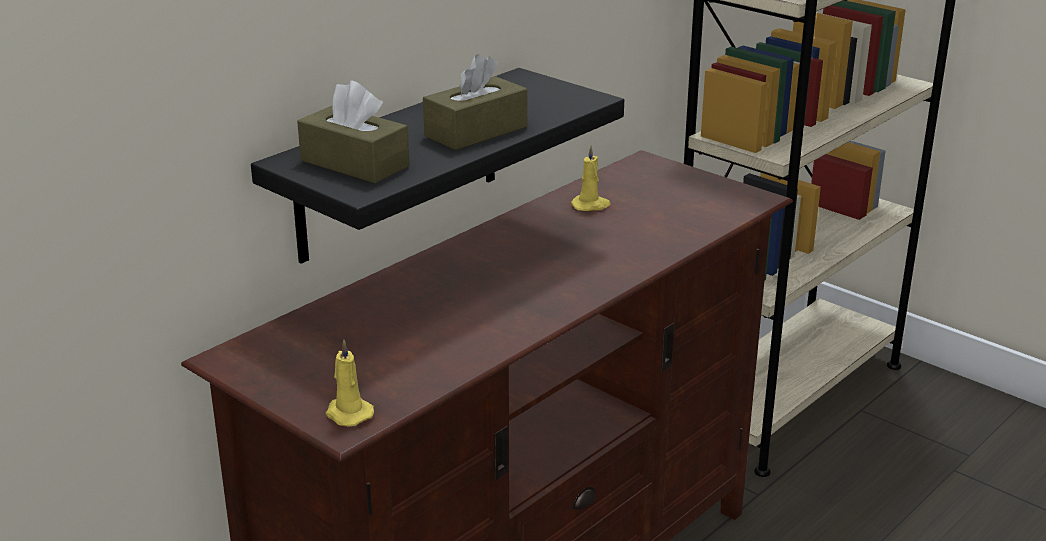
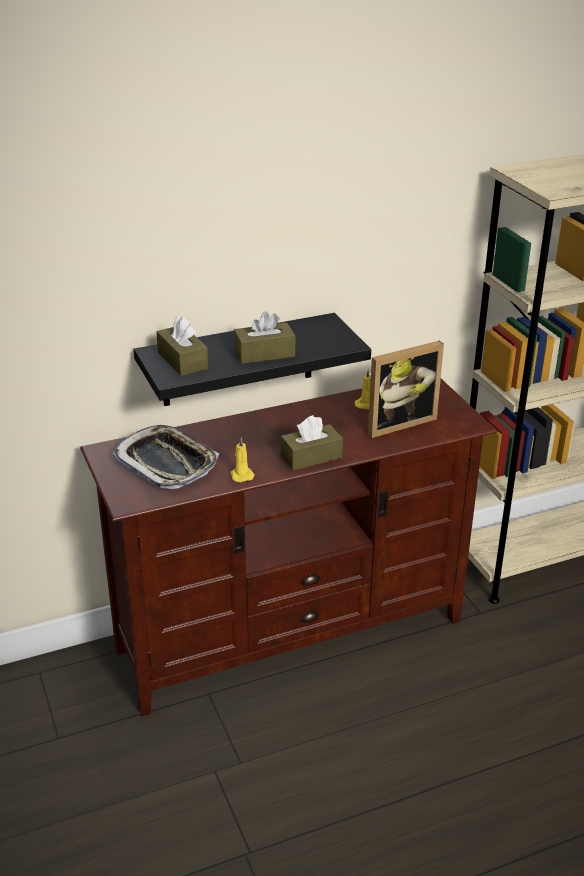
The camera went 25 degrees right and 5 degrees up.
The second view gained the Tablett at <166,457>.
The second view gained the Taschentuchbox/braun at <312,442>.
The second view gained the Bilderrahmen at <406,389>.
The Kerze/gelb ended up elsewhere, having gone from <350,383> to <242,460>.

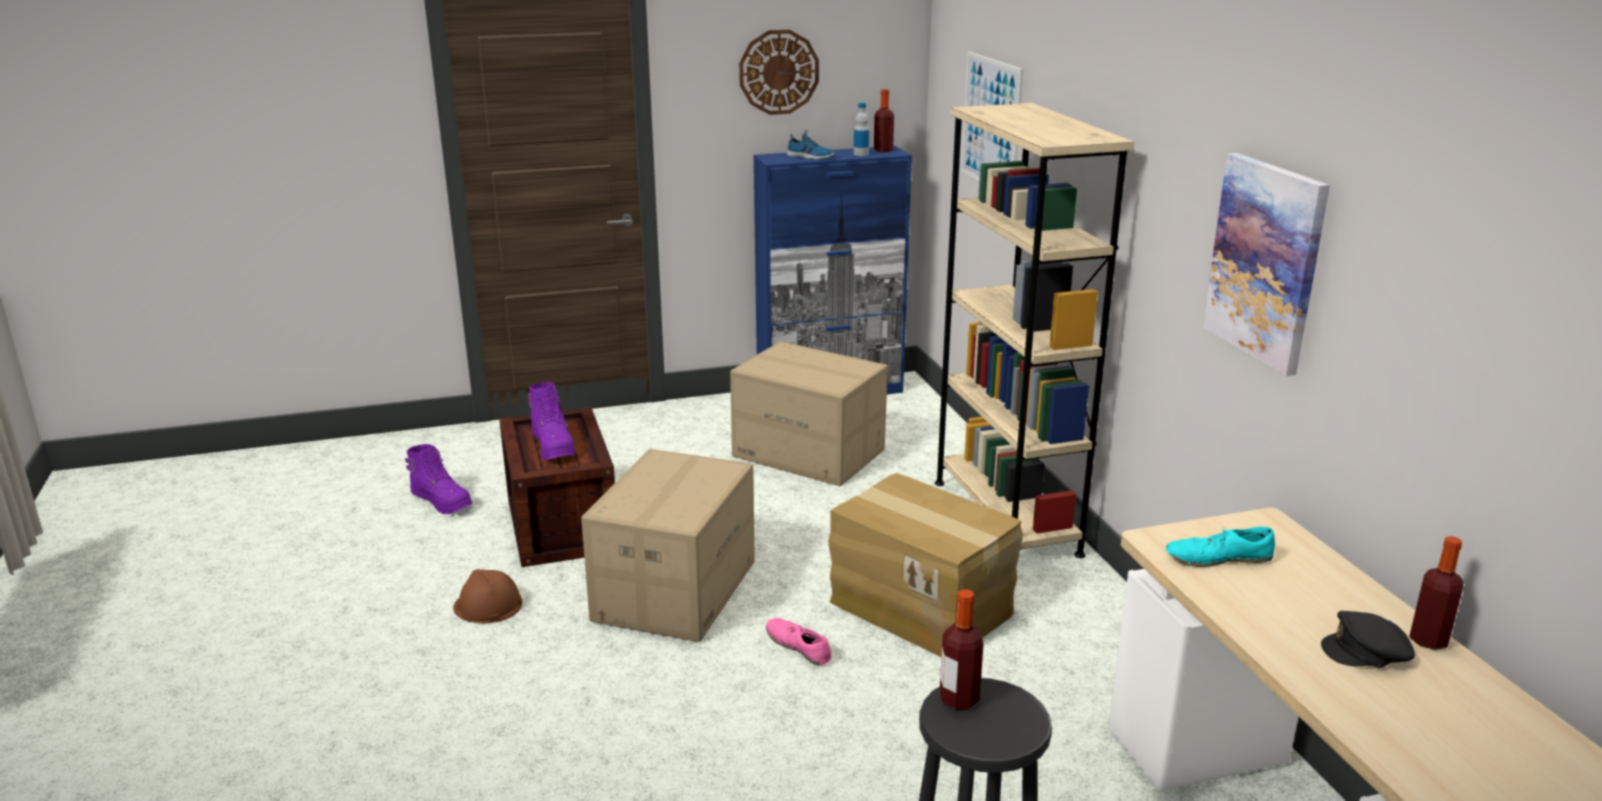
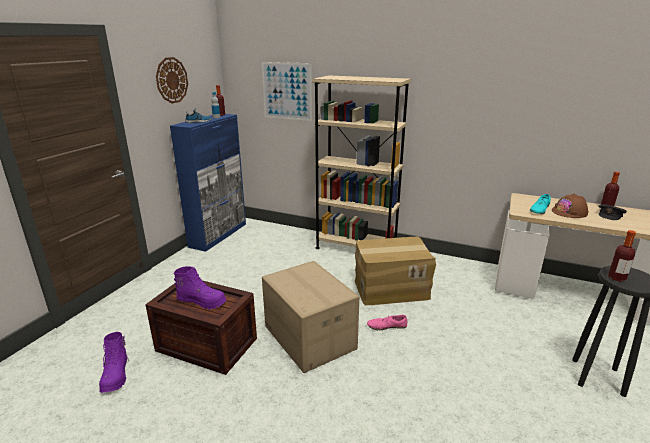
The camera went 50 degrees left and 0 degrees up.
The second view lost the Karton at <809,413>.
The second view lost the Bild at <1266,264>.
The Schutzhelm/braun ended up elsewhere, having gone from <487,596> to <570,206>.
The Stiefel/lila at <439,479> ended up facing another way, 90 degrees clockwise from before.

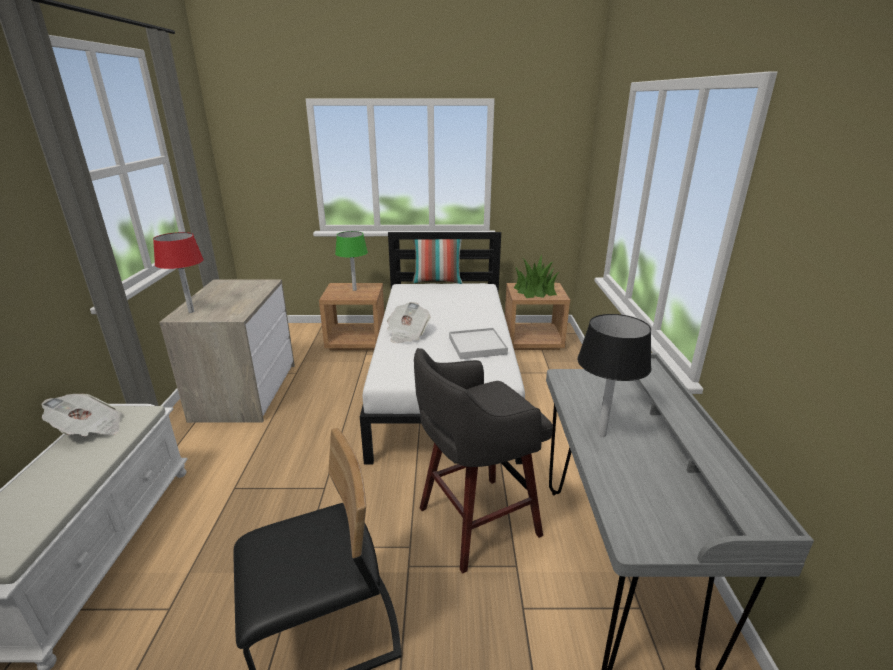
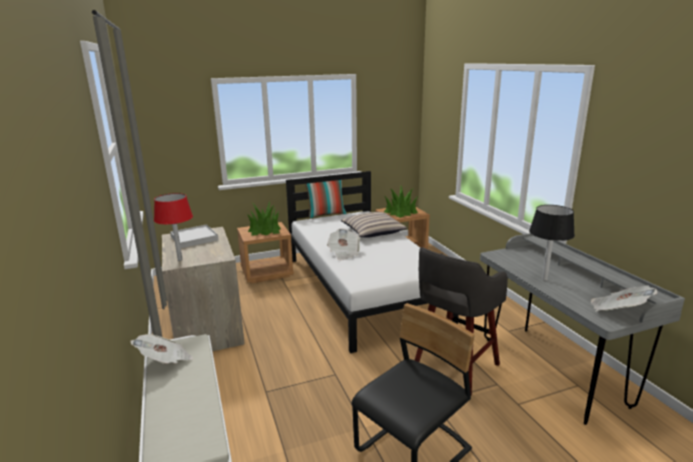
The camera went 20 degrees left and 5 degrees down.
The second view gained the Kissen at <374,225>.
The second view gained the Zeitung at <624,298>.
The Tablett/weiß ended up elsewhere, having gone from <478,343> to <194,236>.
Where the Tischlampe/grün stood at <351,261>, the Topfpflanze came to stand at <264,218>.

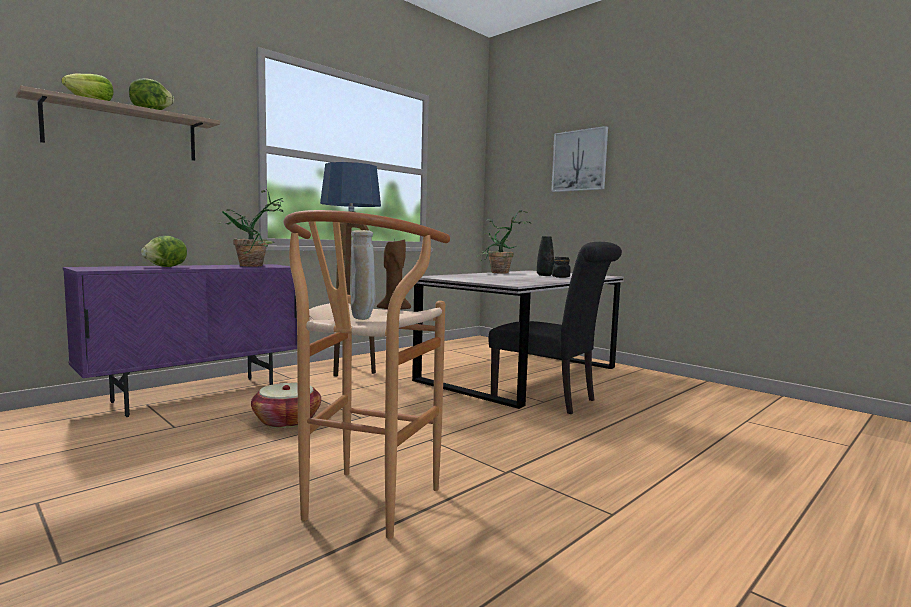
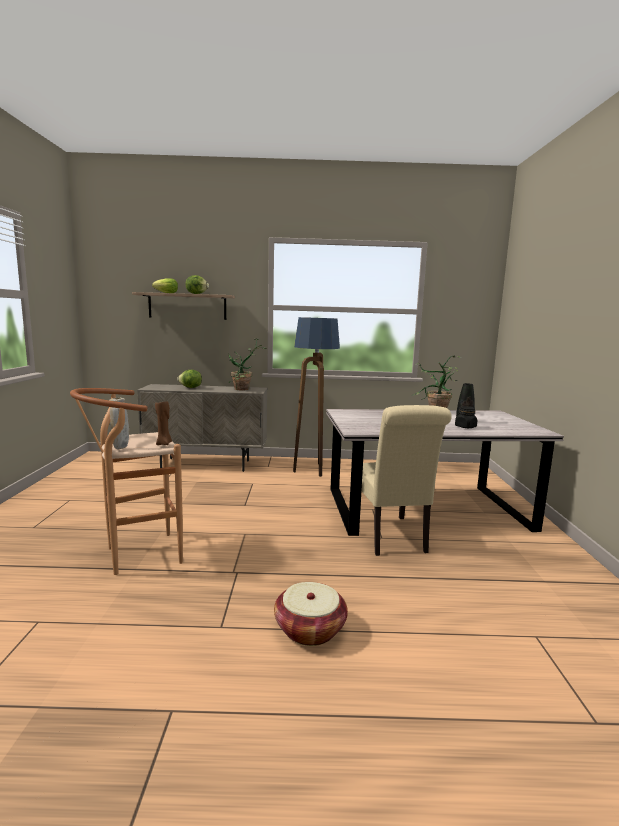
The camera went 45 degrees right and 5 degrees up.
The second view lost the Bild at <579,159>.
The Korb ended up elsewhere, having gone from <286,405> to <311,614>.
What was the Schrank/lila at <180,340> turned into the Schrank/beige at <202,428>.
What was the Stuhl/schwarz at <555,328> turned into the Stuhl/beige at <407,480>.

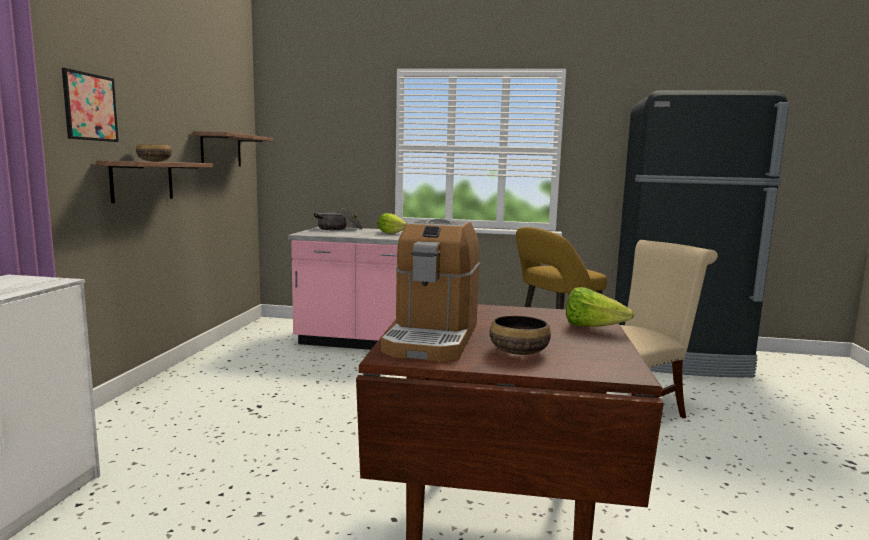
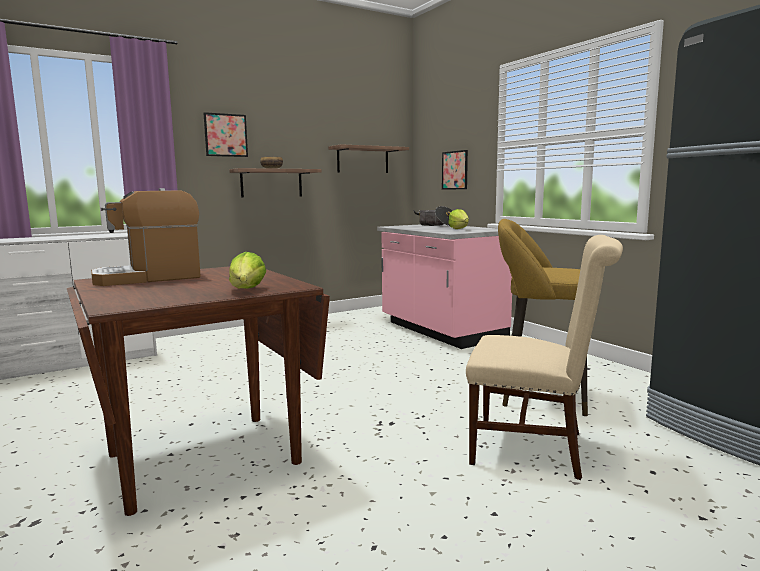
The camera went 50 degrees right and 0 degrees up.
The second view lost the Schüssel at <520,335>.
The second view gained the Bild at <455,170>.

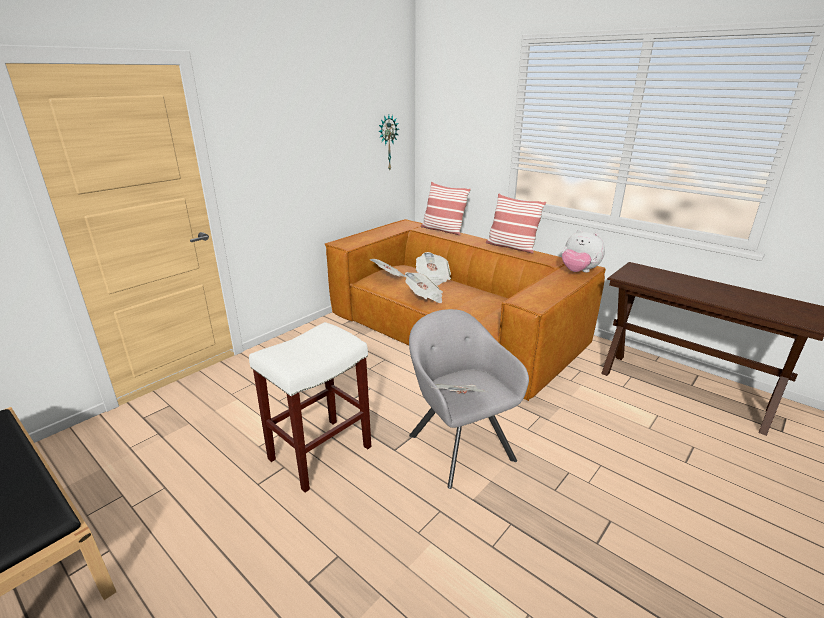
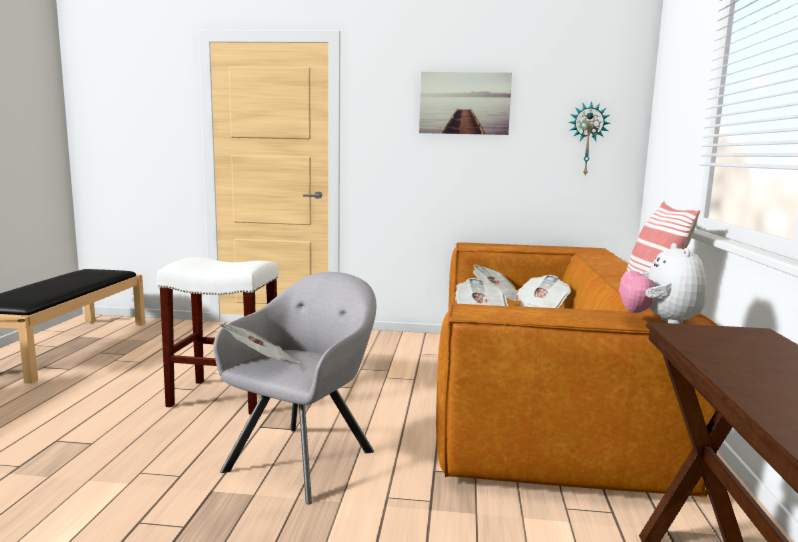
The camera went 55 degrees right and 15 degrees down.
The second view lost the Kissen at <446,208>.
The second view gained the Bild at <465,103>.

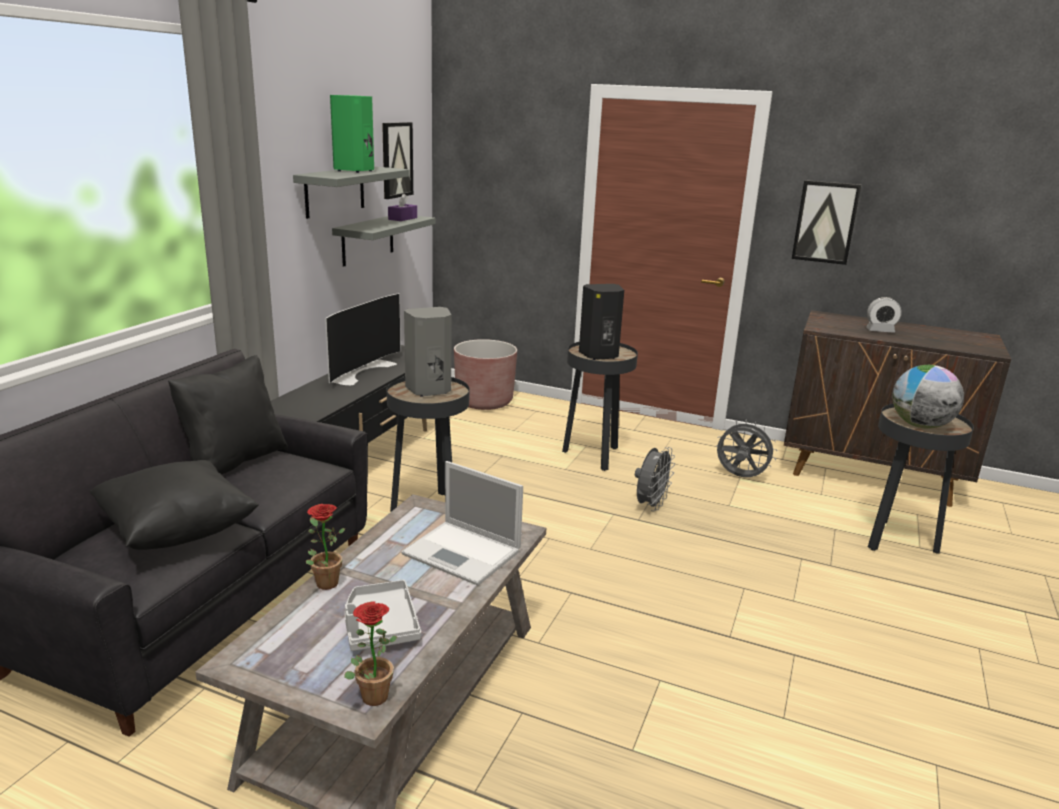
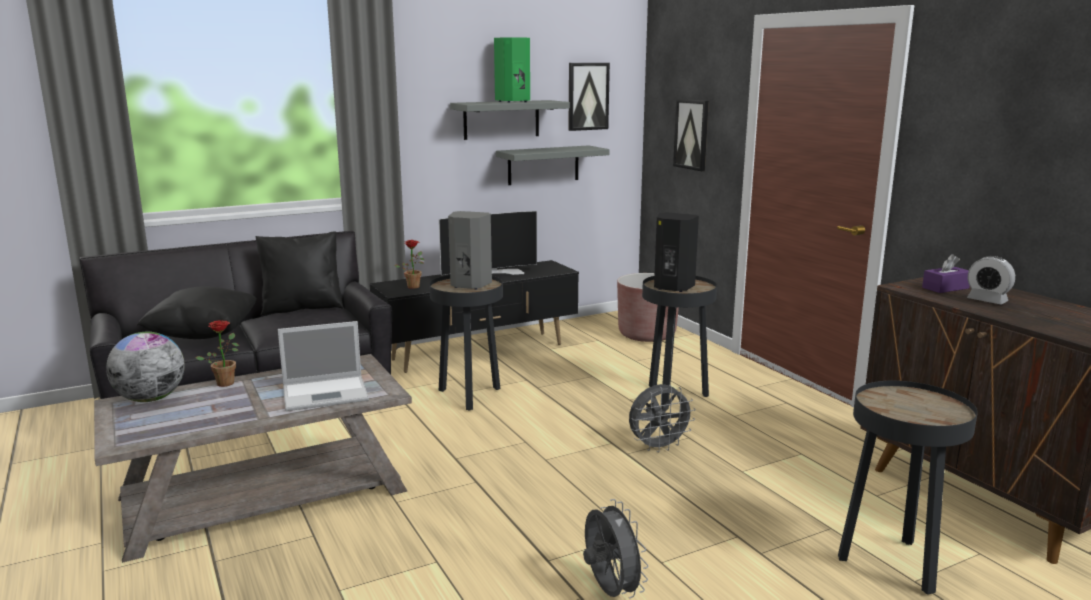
The camera went 40 degrees right and 5 degrees down.
The second view lost the Tablett/grau at <383,615>.
The Topfpflanze ended up elsewhere, having gone from <370,653> to <409,264>.
The Taschentuchbox/lila ended up elsewhere, having gone from <402,207> to <946,273>.
The Ventilator/grau ended up elsewhere, having gone from <747,448> to <615,549>.
The Bild ended up elsewhere, having gone from <826,222> to <691,135>.
The Globus ended up elsewhere, having gone from <928,397> to <145,367>.
The Laptop at <462,523> ended up facing another way, 90 degrees counterclockwise from before.

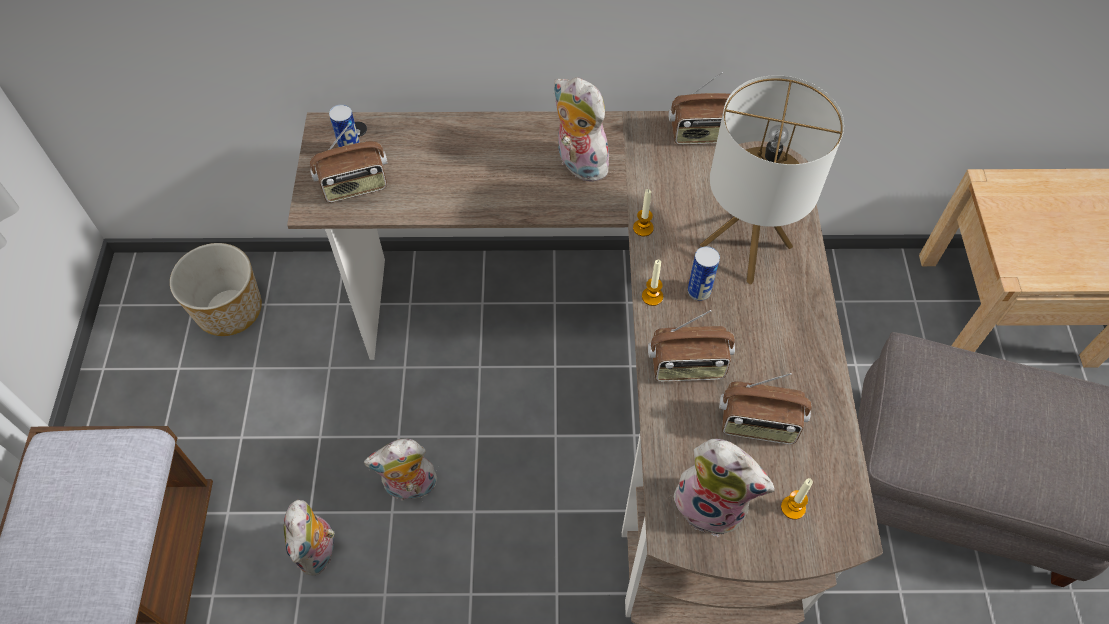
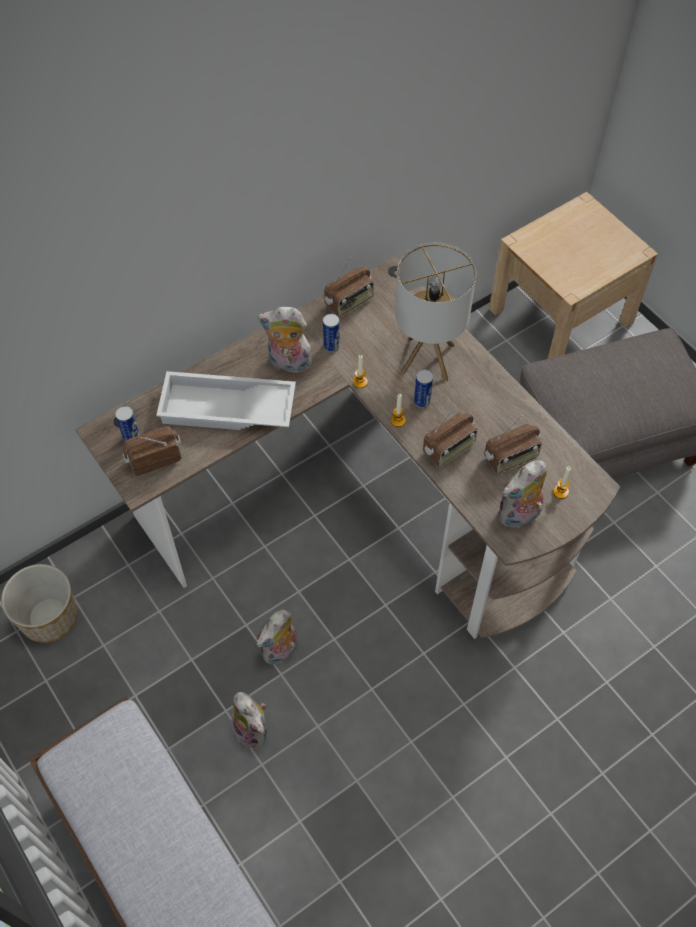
The camera went 35 degrees left and 0 degrees up.
The second view gained the Tablett/weiß at <226,400>.
The second view gained the Dose at <331,333>.
The Radio at <349,162> ended up facing another way, 150 degrees counterclockwise from before.
The Plüschtier at <722,488> ended up facing another way, 150 degrees clockwise from before.

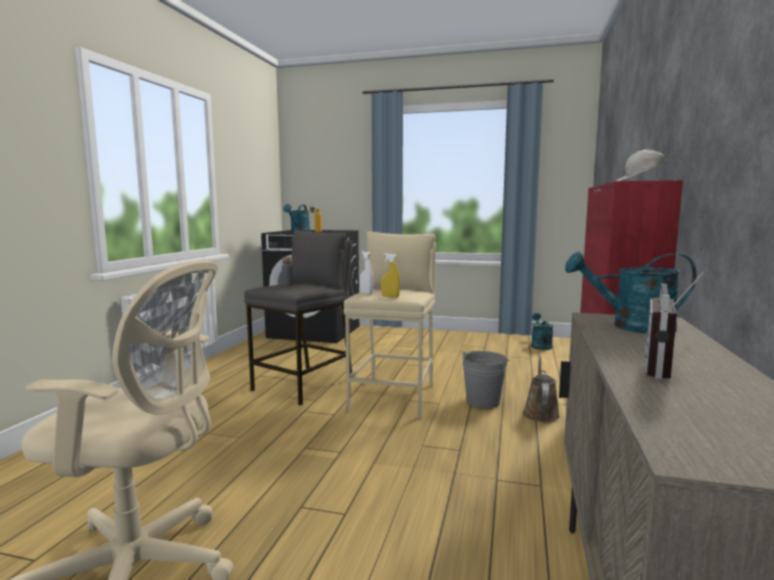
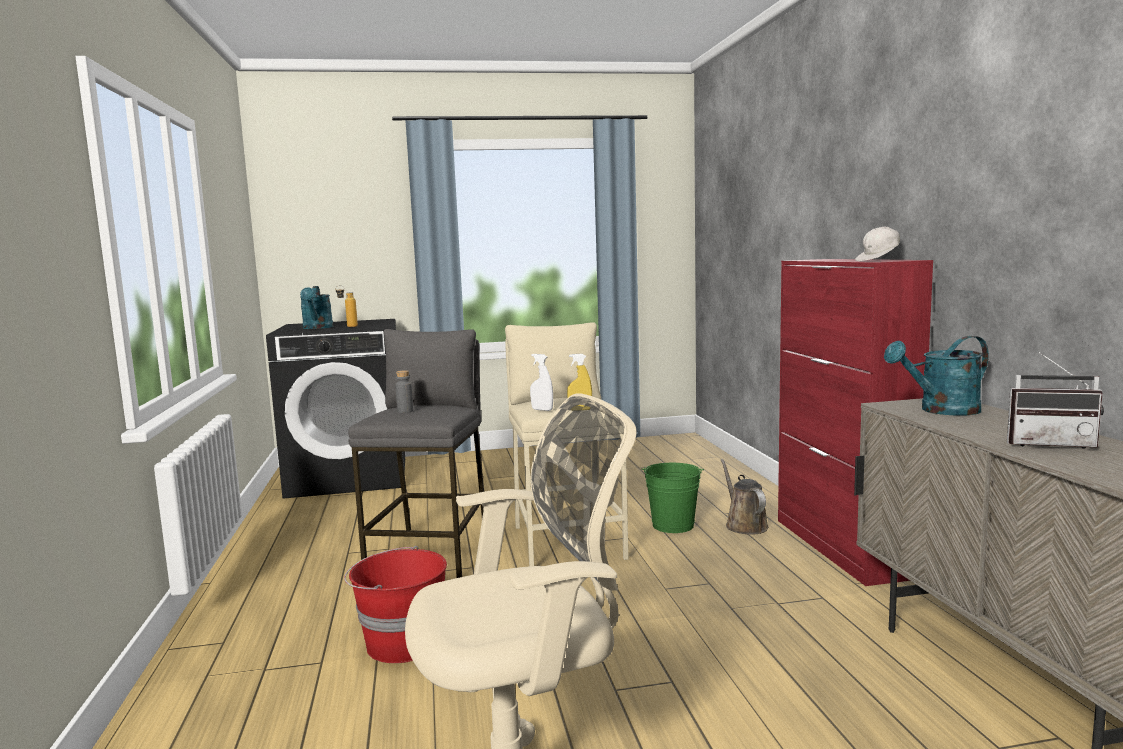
The camera went 25 degrees left and 0 degrees up.
The second view lost the Gießkanne/türkis at <542,331>.
The second view gained the Eimer/rot at <395,604>.
What was the Eimer/grau at <486,379> turned into the Eimer/grün at <672,498>.
The Radio at <676,323> ended up facing another way, 75 degrees counterclockwise from before.

